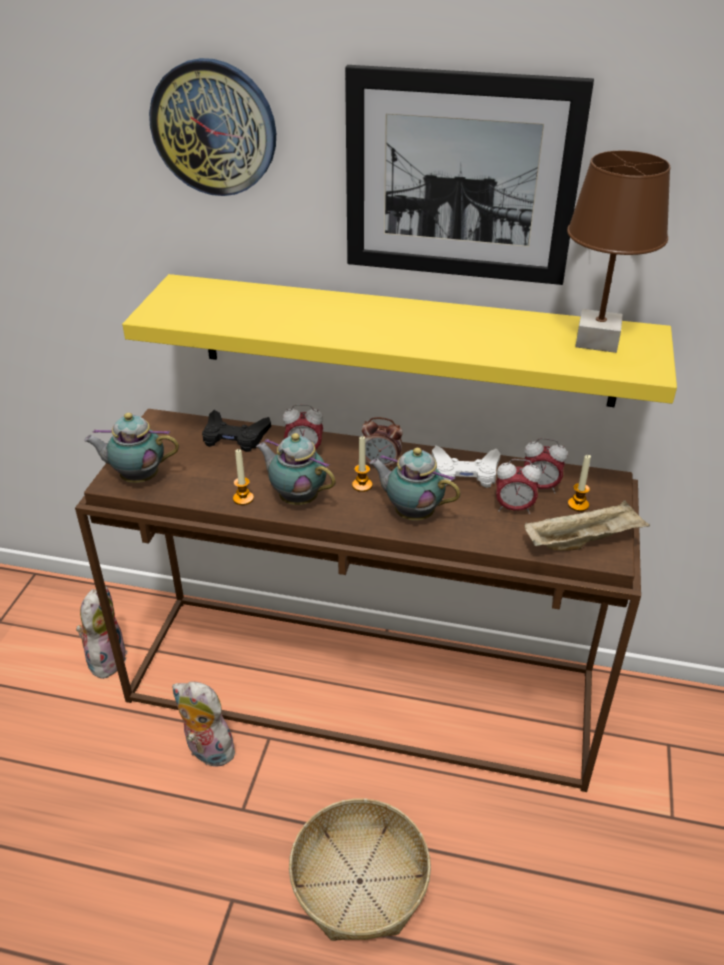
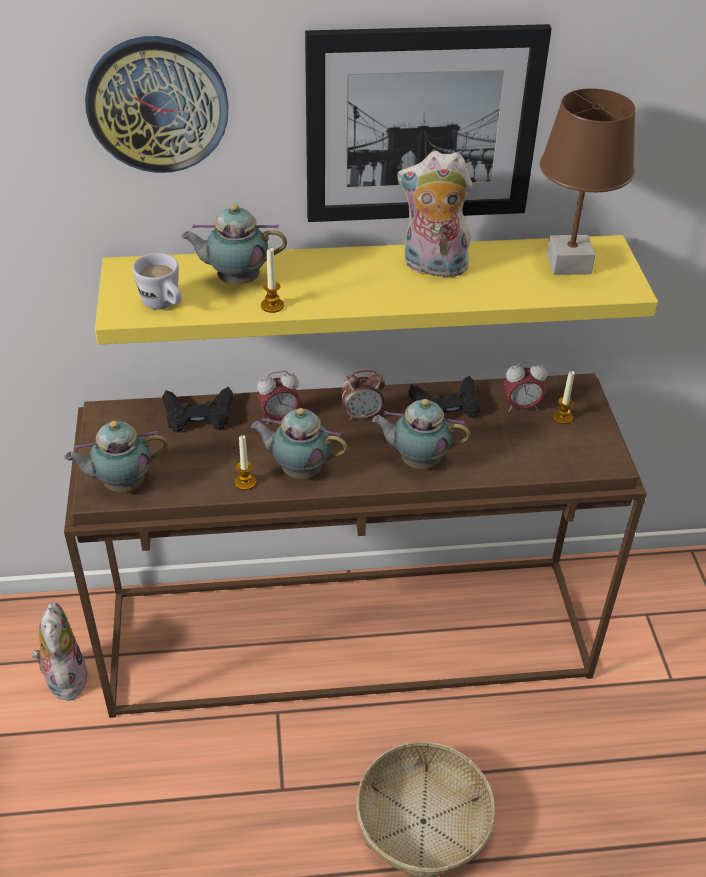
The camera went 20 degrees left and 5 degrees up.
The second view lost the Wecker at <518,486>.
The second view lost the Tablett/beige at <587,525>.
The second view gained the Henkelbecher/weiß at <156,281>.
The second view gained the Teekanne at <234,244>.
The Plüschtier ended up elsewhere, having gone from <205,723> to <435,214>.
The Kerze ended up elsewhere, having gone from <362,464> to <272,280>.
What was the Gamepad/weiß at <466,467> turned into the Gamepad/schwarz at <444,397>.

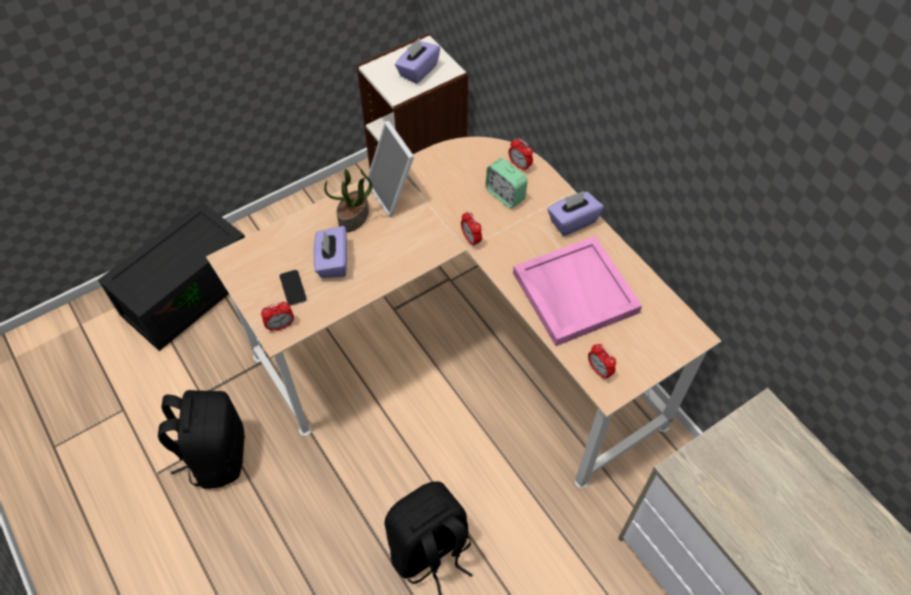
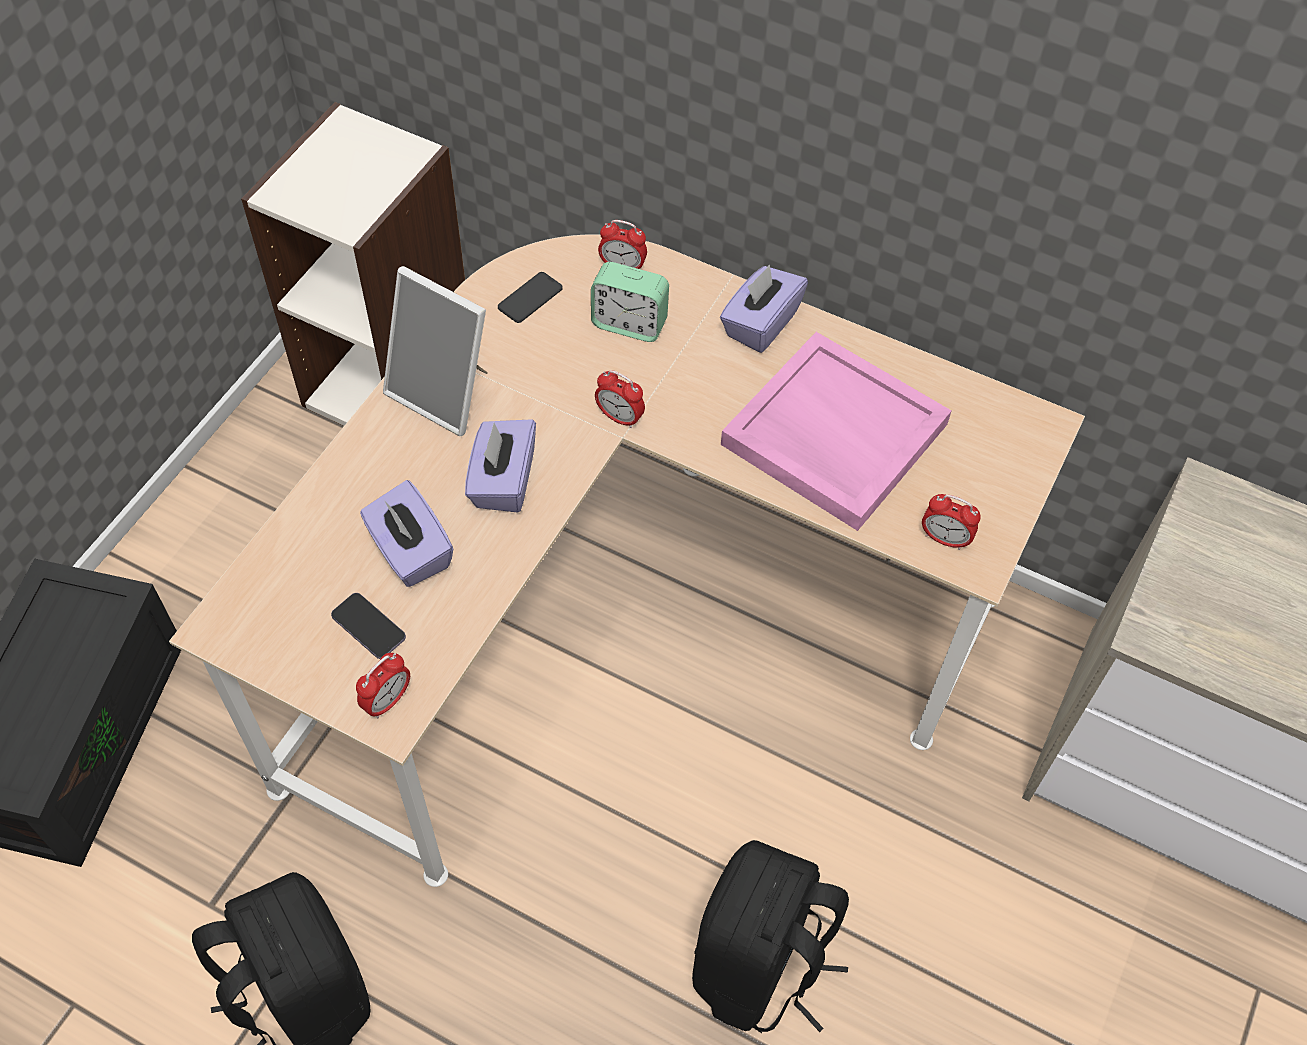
The camera went 30 degrees left and 0 degrees up.
The second view lost the Topfpflanze at <348,200>.
The second view gained the Handy at <530,297>.
The Taschentuchbox/lila ended up elsewhere, having gone from <417,61> to <500,466>.

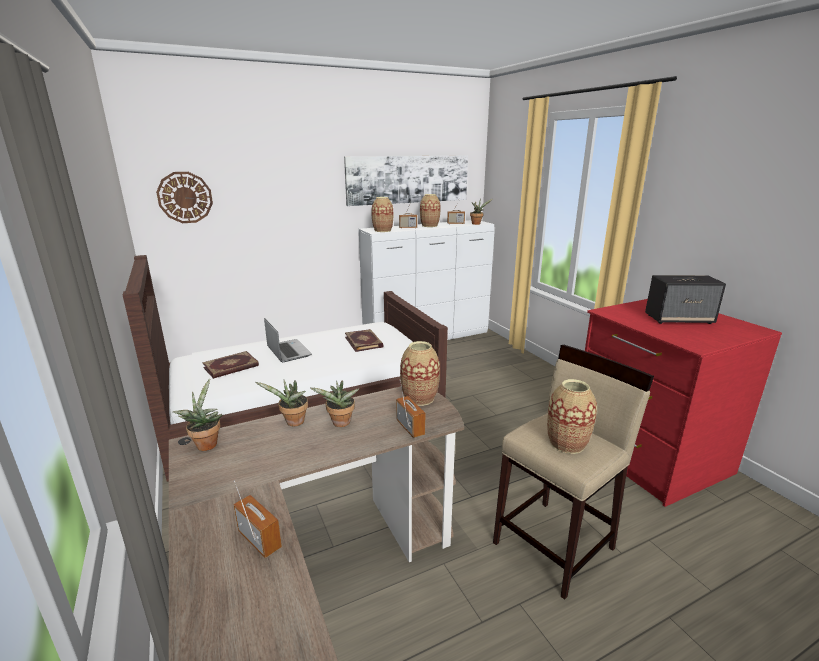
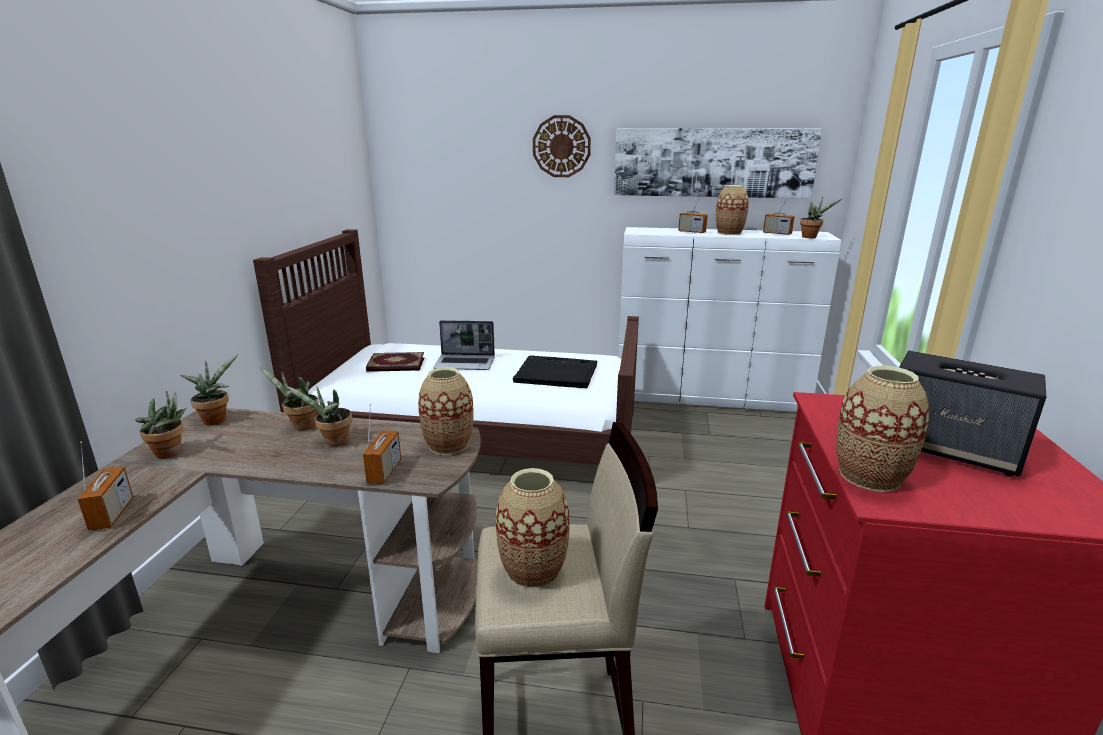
The camera went 35 degrees right and 0 degrees up.
The second view gained the Topfpflanze at <161,424>.
The Wanduhr ended up elsewhere, having gone from <184,197> to <562,146>.
The Vase ended up elsewhere, having gone from <382,214> to <882,429>.
Where the Buch stood at <364,340>, the Tablett/schwarz came to stand at <555,371>.
The Laptop at <288,340> ended up facing another way, 90 degrees clockwise from before.

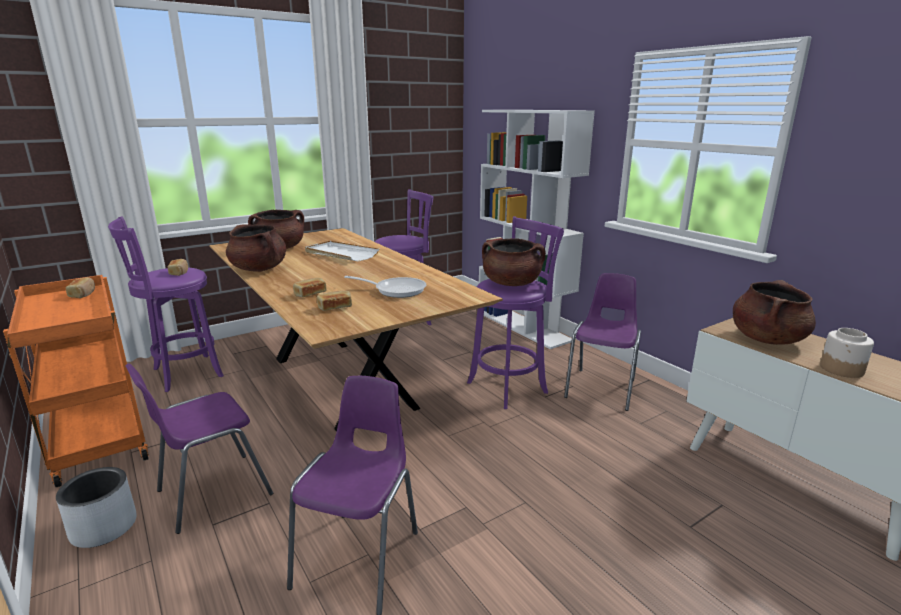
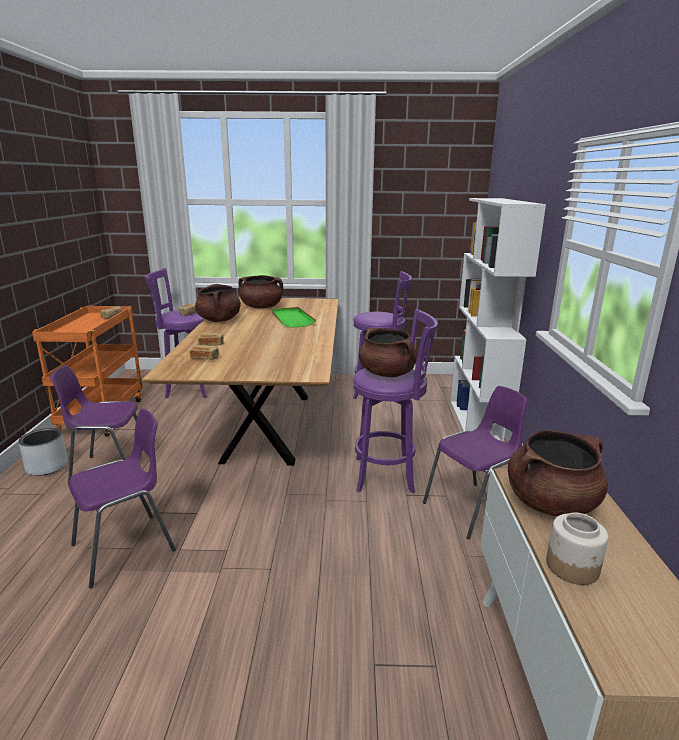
The camera went 35 degrees right and 0 degrees up.
The second view lost the Pfanne at <385,287>.
What was the Tablett/weiß at <342,251> turned into the Tablett/grün at <294,317>.

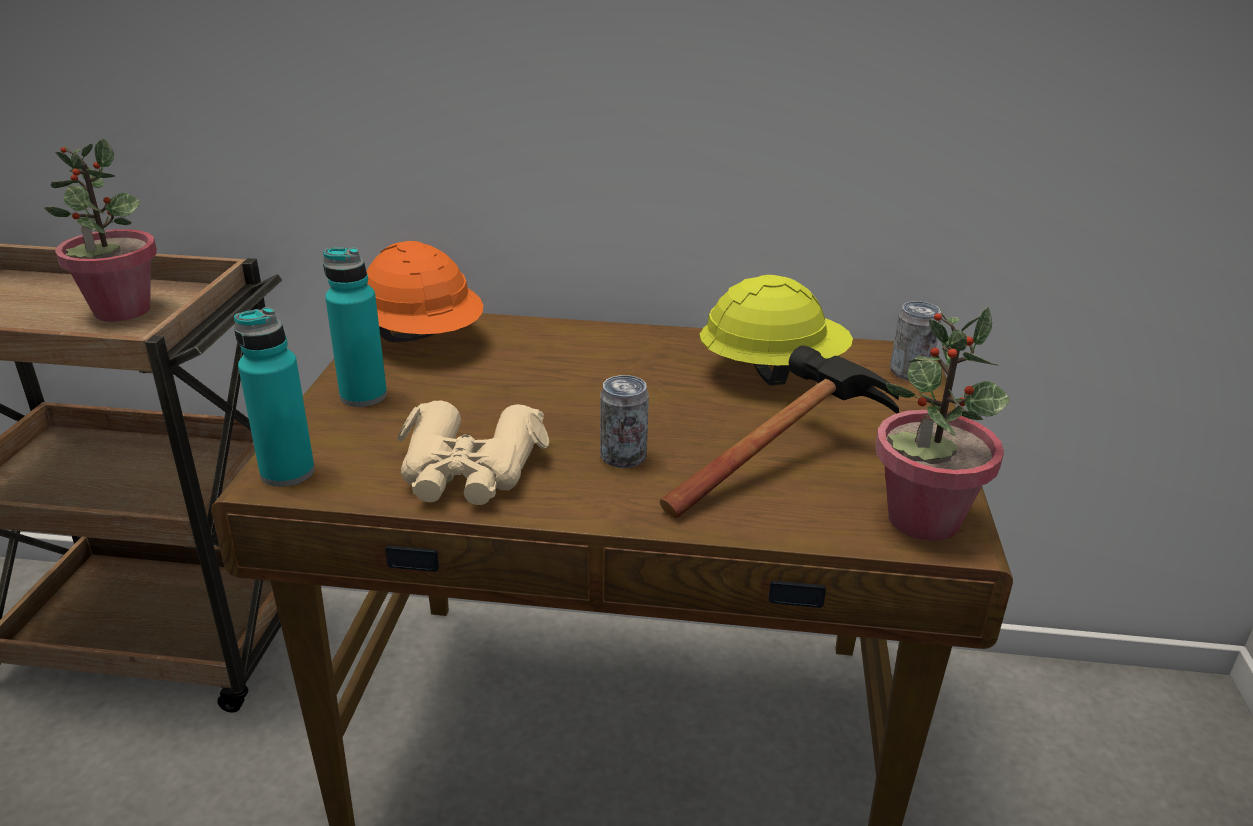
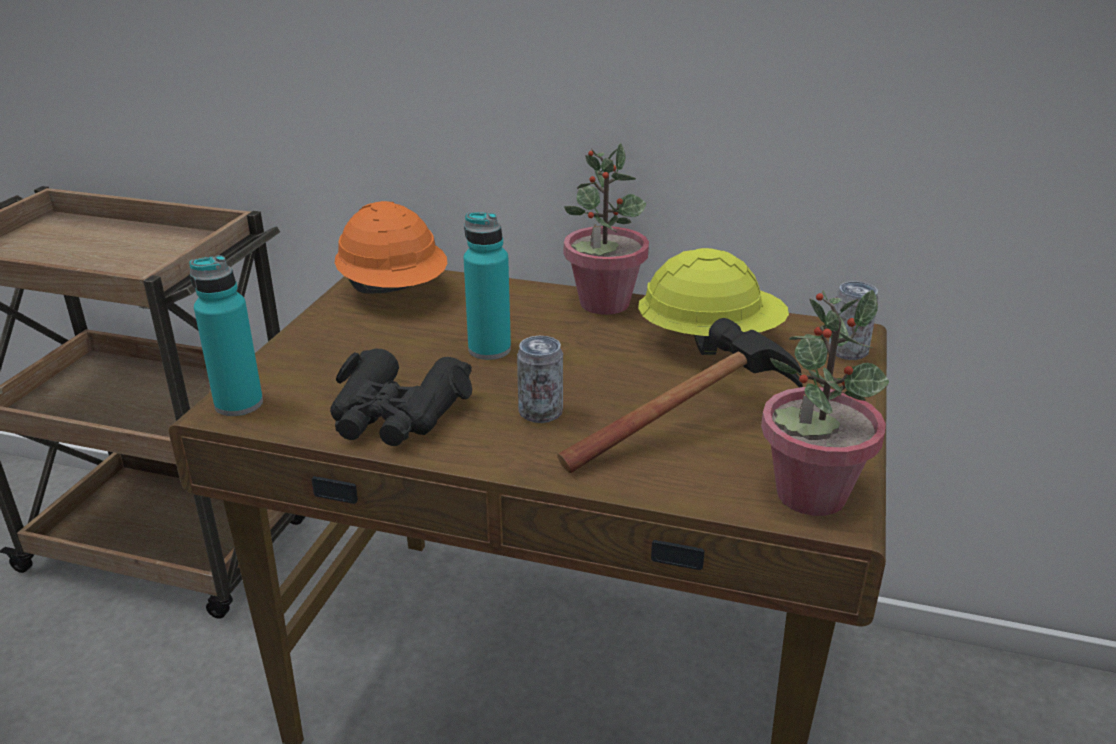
The camera went 10 degrees right and 0 degrees up.
The Topfpflanze ended up elsewhere, having gone from <100,230> to <606,229>.
The Flasche/türkis ended up elsewhere, having gone from <355,327> to <487,286>.
What was the Fernglas/beige at <473,453> turned into the Fernglas/schwarz at <401,397>.

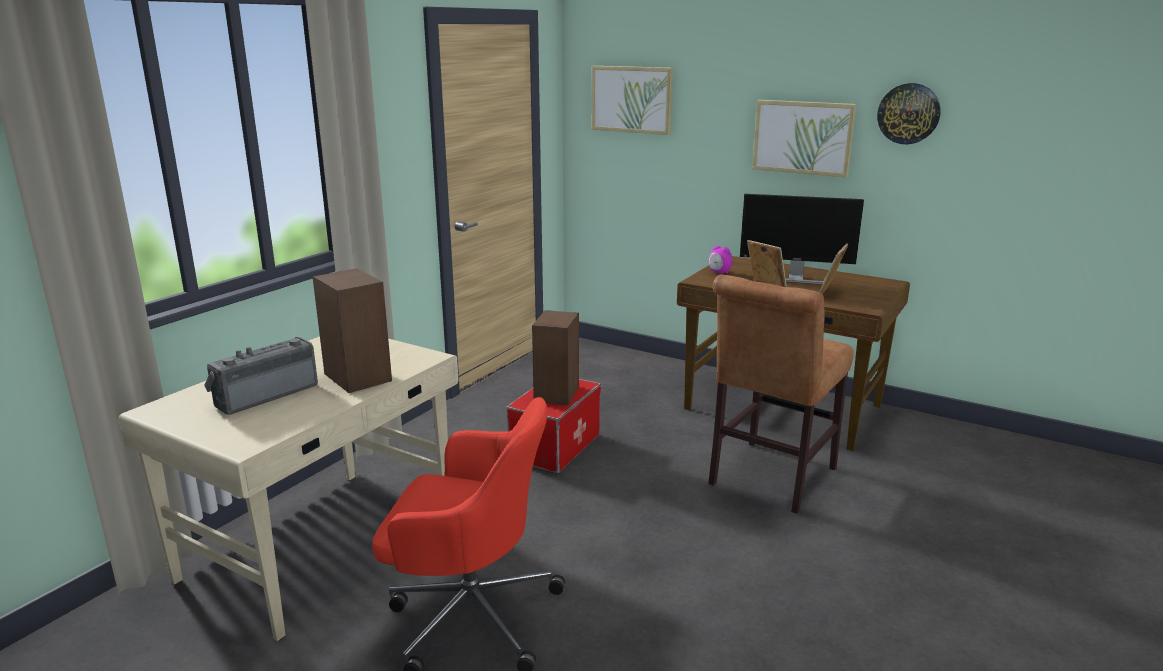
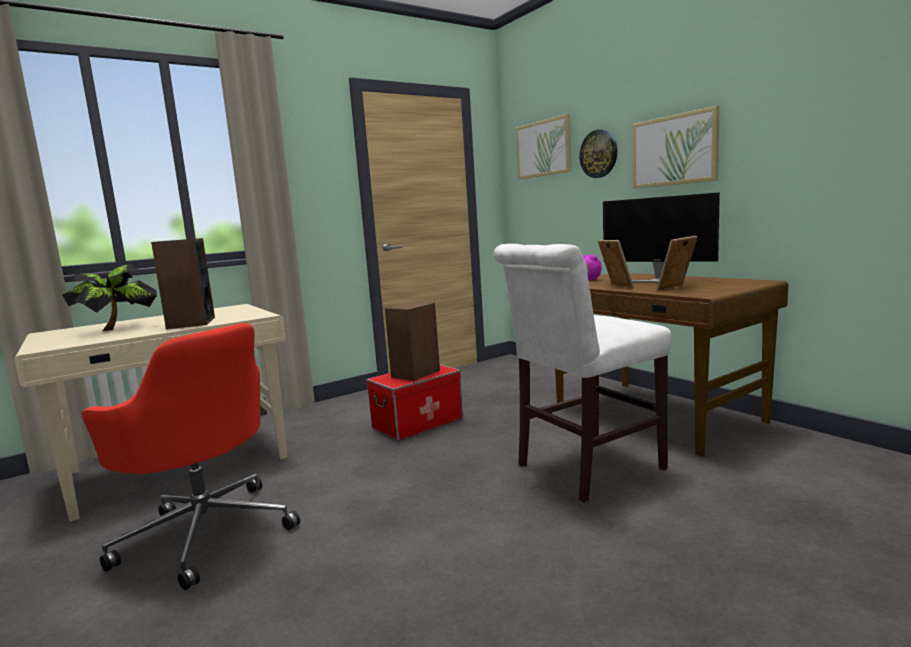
The camera went 25 degrees right and 10 degrees down.
The Wanduhr ended up elsewhere, having gone from <909,113> to <598,154>.
Where the Radio stood at <261,376>, the Topfpflanze came to stand at <109,297>.
What was the Stuhl/braun at <781,394> turned into the Stuhl/weiß at <582,373>.

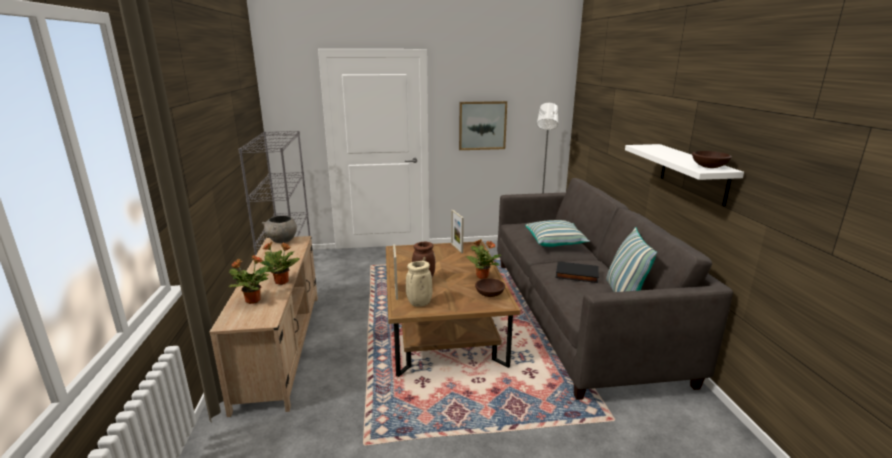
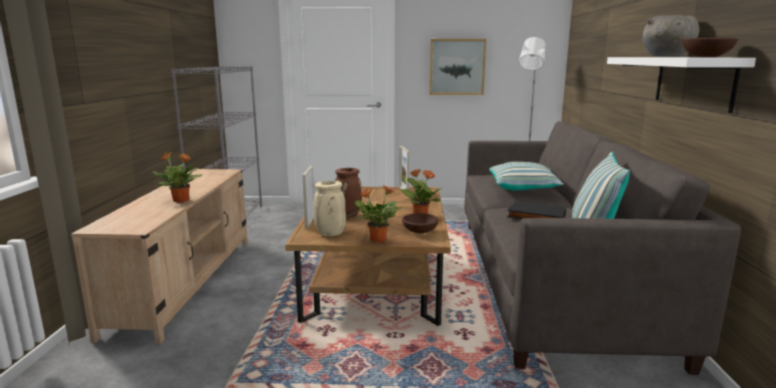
The camera went 10 degrees right and 5 degrees down.
The Topfpflanze ended up elsewhere, having gone from <249,280> to <379,214>.
The Schüssel/grau ended up elsewhere, having gone from <279,229> to <670,36>.

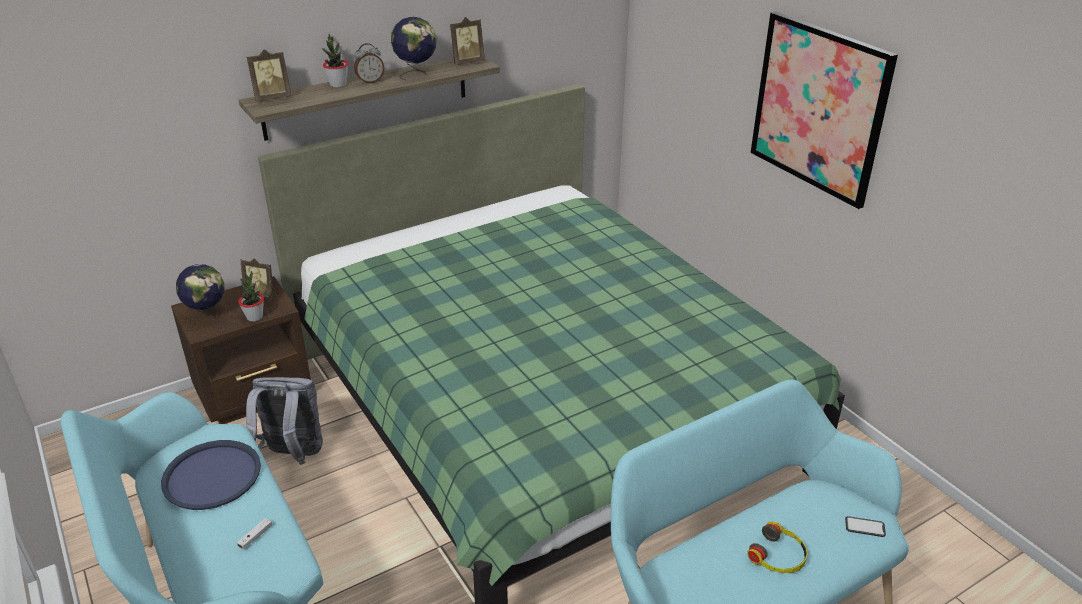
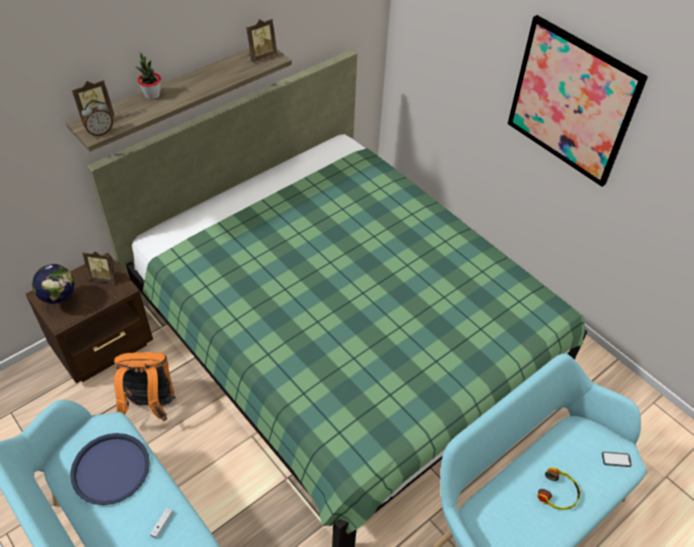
The camera went 10 degrees left and 15 degrees up.
The second view lost the Topfpflanze at <251,296>.
The second view lost the Globus at <414,48>.
The Wecker ended up elsewhere, having gone from <369,63> to <97,118>.
What was the Rucksack/grau at <284,421> turned into the Rucksack/orange at <145,387>.

